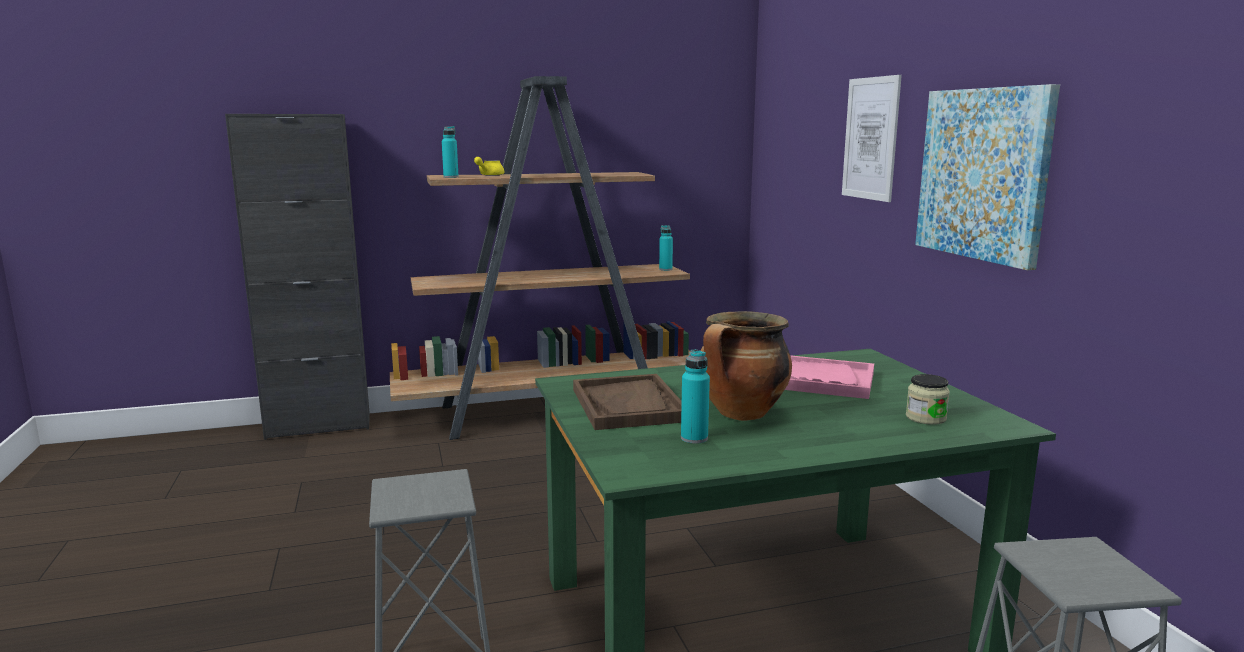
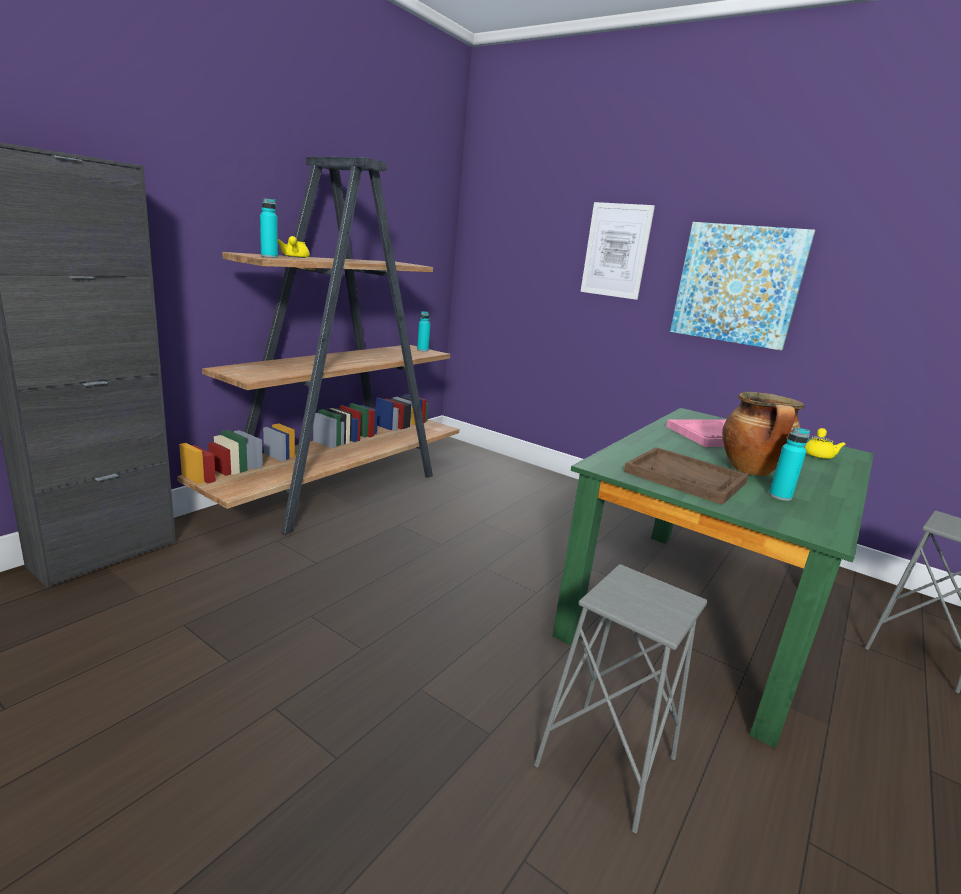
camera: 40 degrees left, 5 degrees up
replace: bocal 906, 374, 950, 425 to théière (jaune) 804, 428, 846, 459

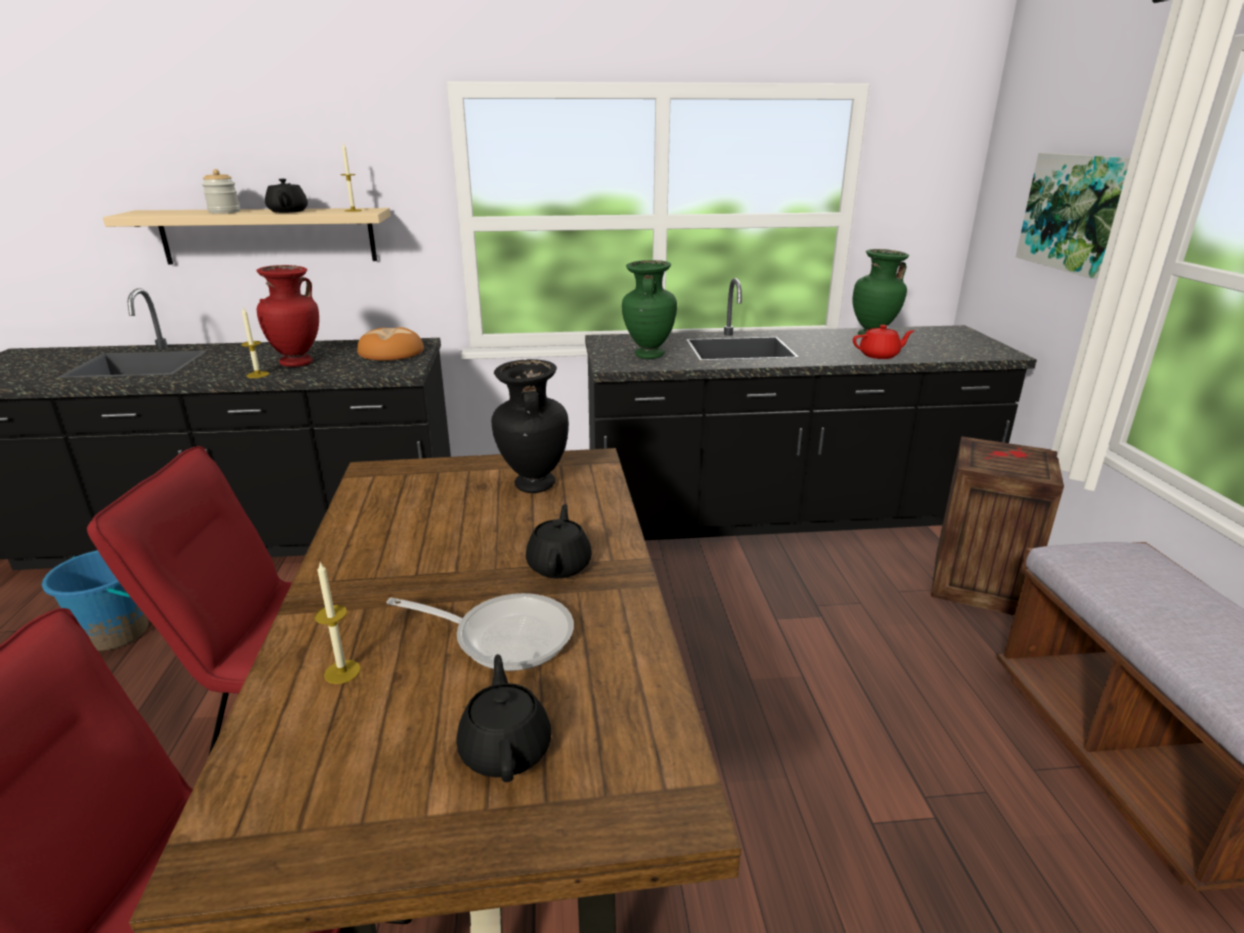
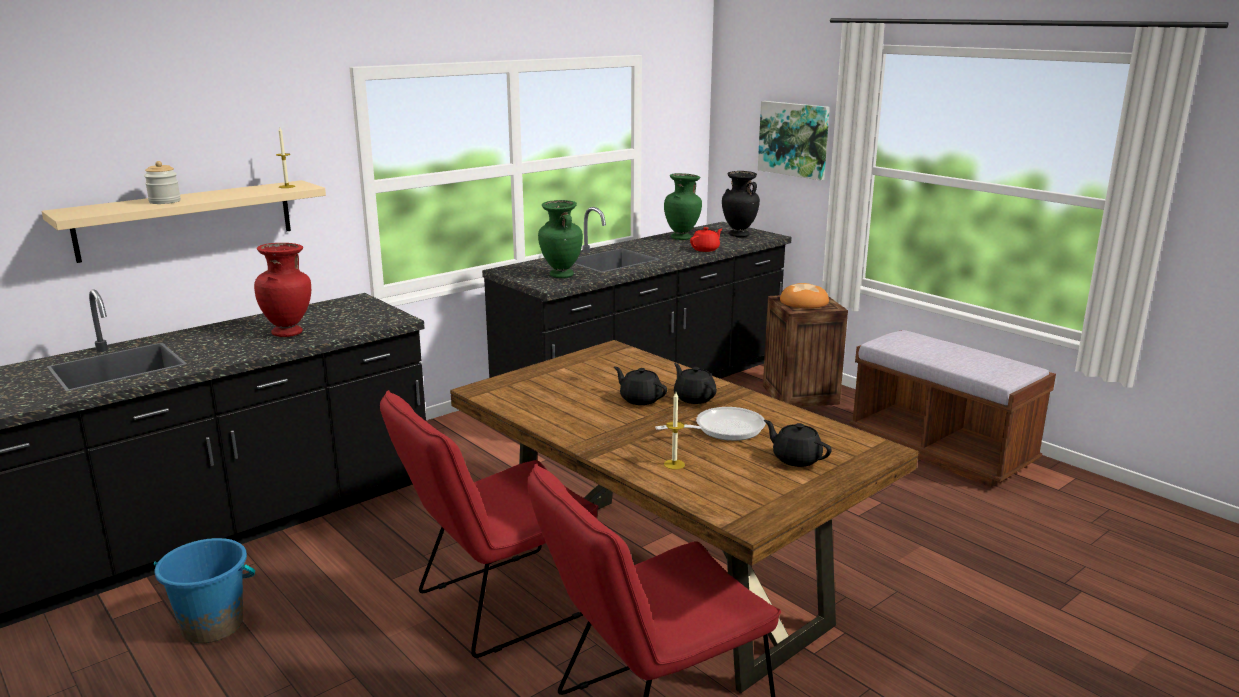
camera: 35 degrees left, 5 degrees down
delete: bougie 241, 308, 270, 378
move: théière (noir) 265, 179, 308, 213 to 614, 367, 667, 405; pain 357, 327, 424, 361 to 780, 283, 829, 308; vase (noir) 492, 359, 569, 493 to 722, 171, 760, 237

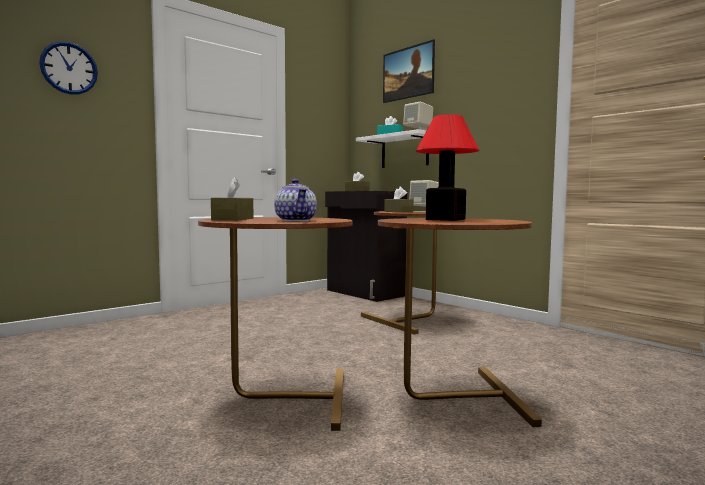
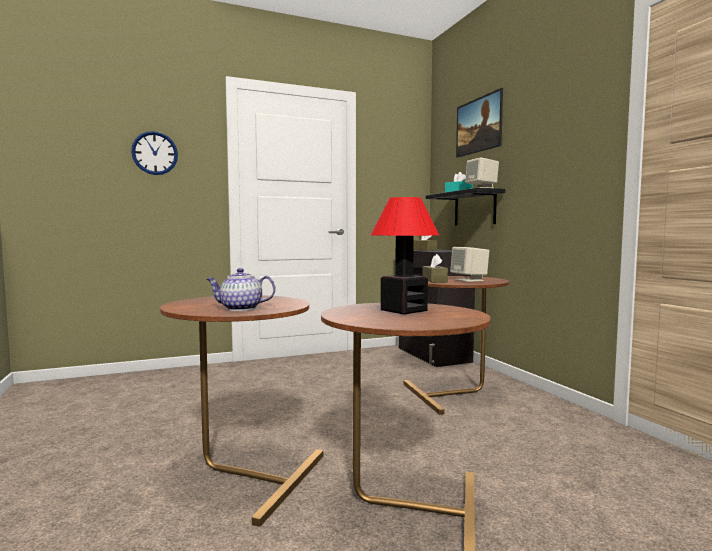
camera: 20 degrees right, 0 degrees up
delete: boîte à mouchoirs (marron) 211, 177, 253, 221
recolor: étagère (blanc) 356, 129, 429, 168 to étagère (noir) 426, 188, 505, 225
rotate: théière 274, 179, 317, 221 = 206, 268, 275, 311 90 degrees clockwise

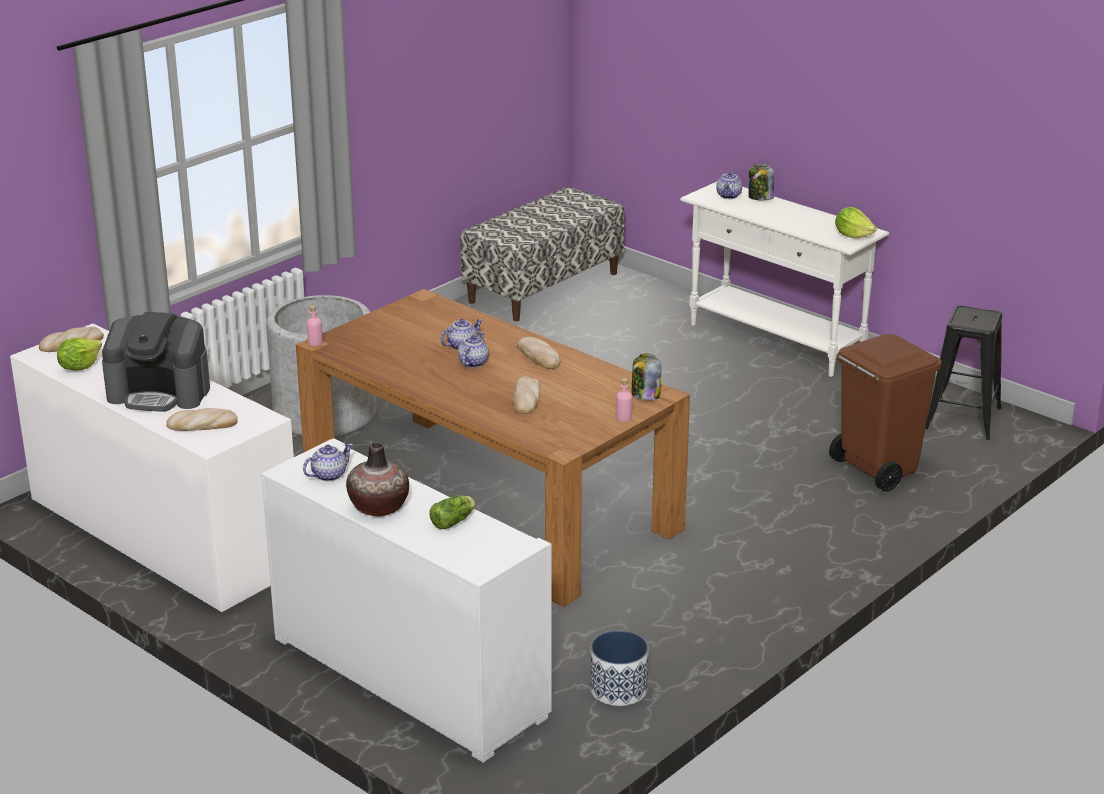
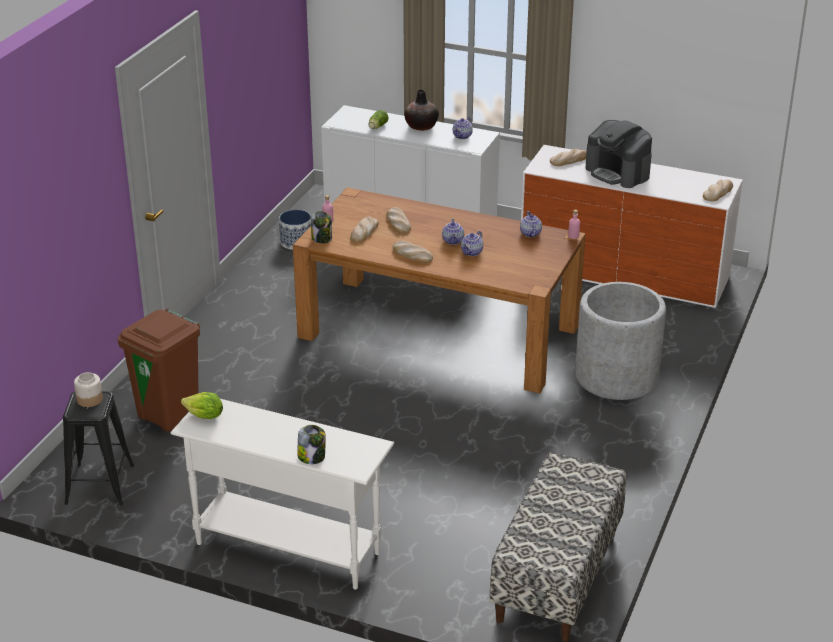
camera: 160 degrees right, 5 degrees up
delete: laitue 57, 337, 102, 371
insert: bocal 74, 372, 103, 407; pain 350, 216, 379, 242
move: théière 716, 171, 742, 199 to 520, 211, 542, 237
rotate: machine à café 102, 312, 210, 412 = 585, 120, 652, 188 120 degrees counterclockwise

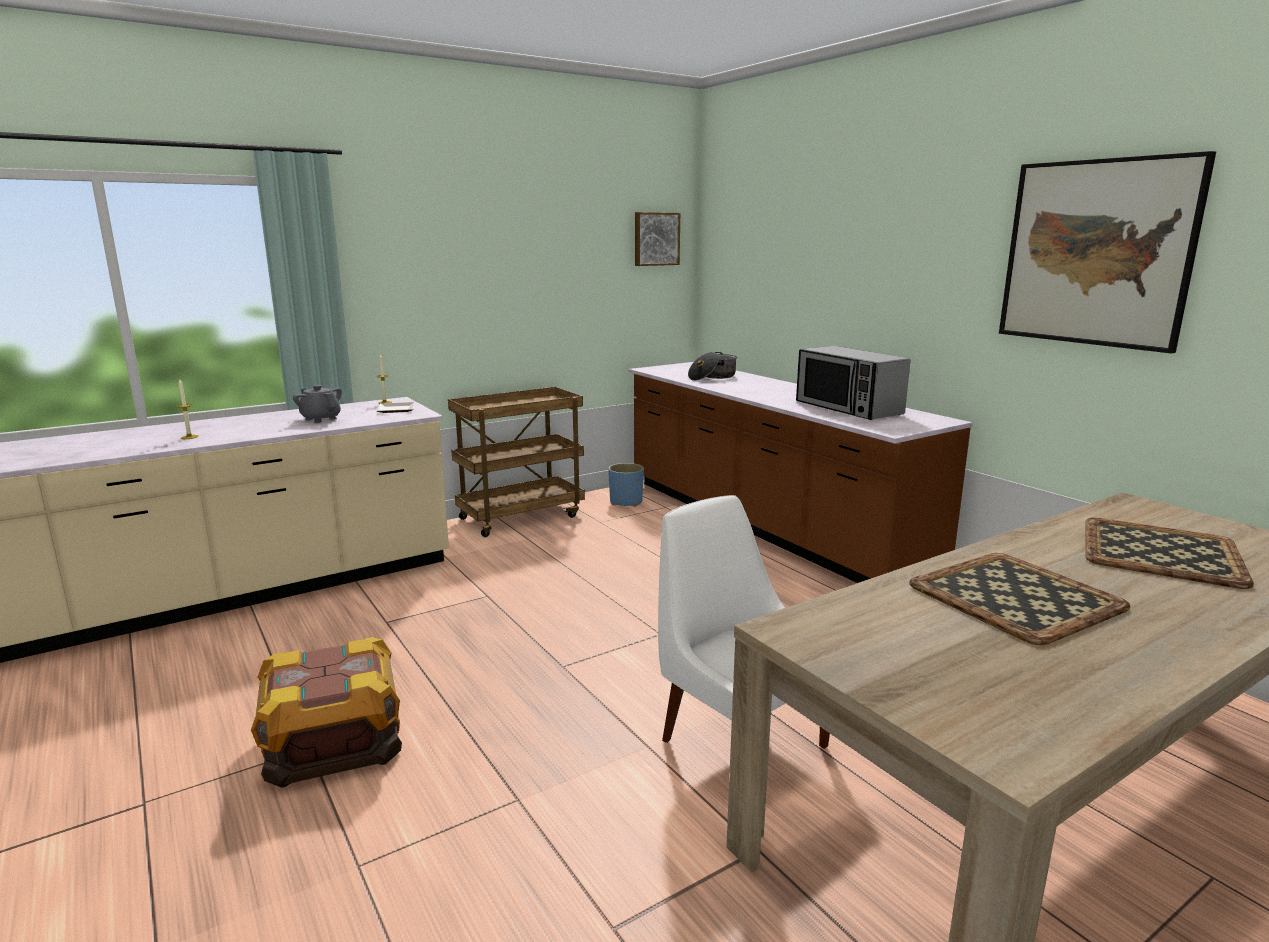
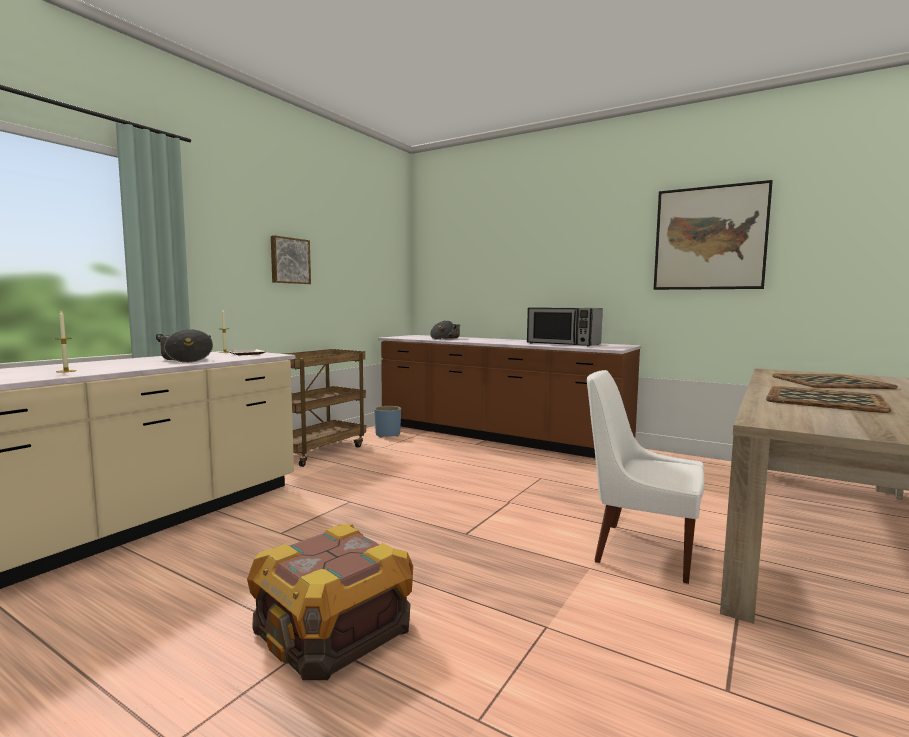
camera: 25 degrees left, 10 degrees down
move: tableau 635, 212, 680, 266 to 271, 235, 311, 284
replace: théière (gris) 293, 385, 342, 423 to marmite 156, 329, 213, 363

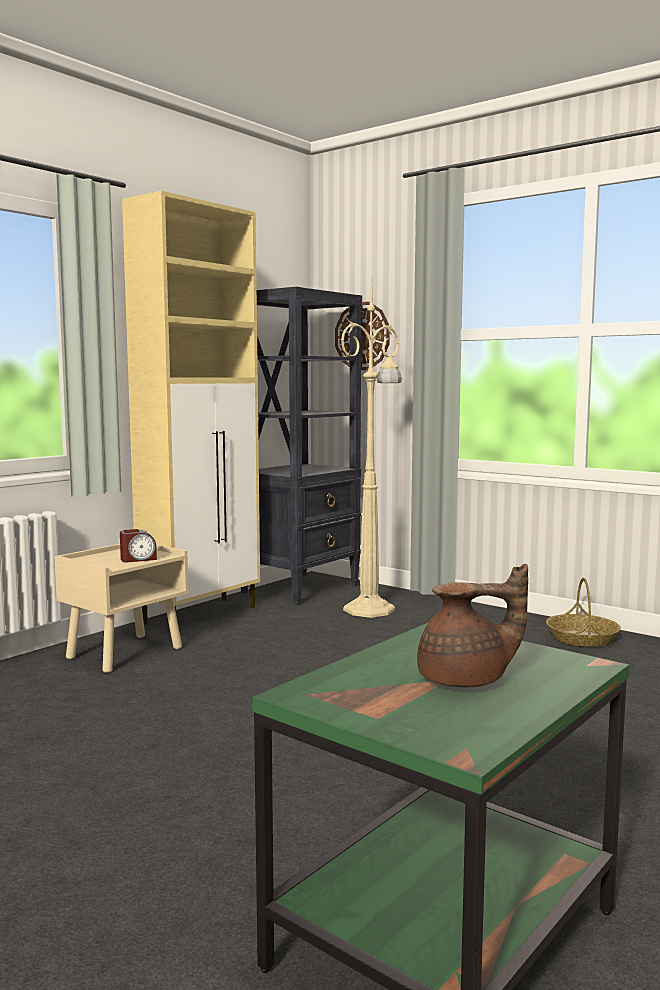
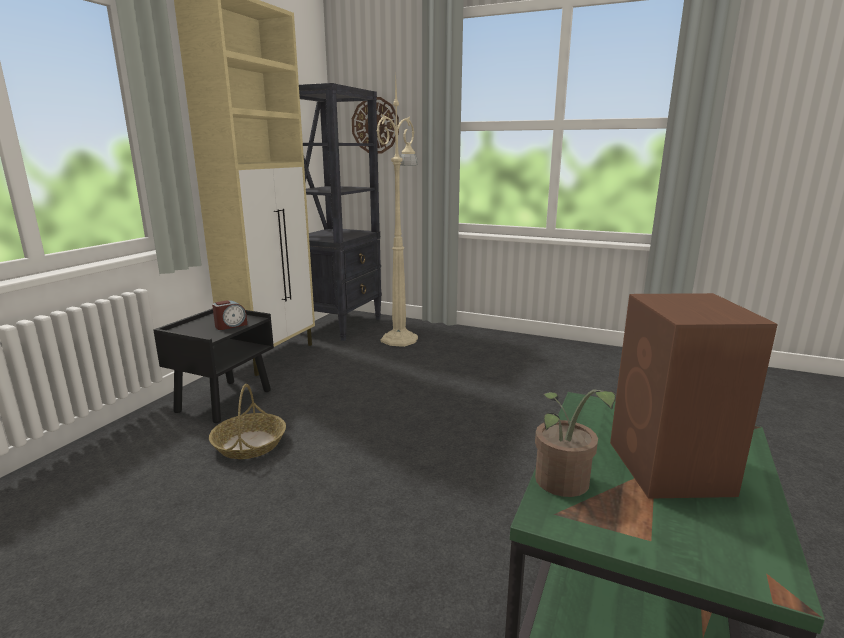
camera: 15 degrees left, 10 degrees up
insert: plante en pot 535, 389, 616, 497
move: panier 546, 578, 621, 647 to 209, 384, 286, 459
replace: théière (marron) 417, 564, 528, 687 to enceinte (marron) 610, 293, 778, 499
recolor: table de chevet (beige) 54, 544, 189, 673 to table de chevet (noir) 153, 308, 274, 423

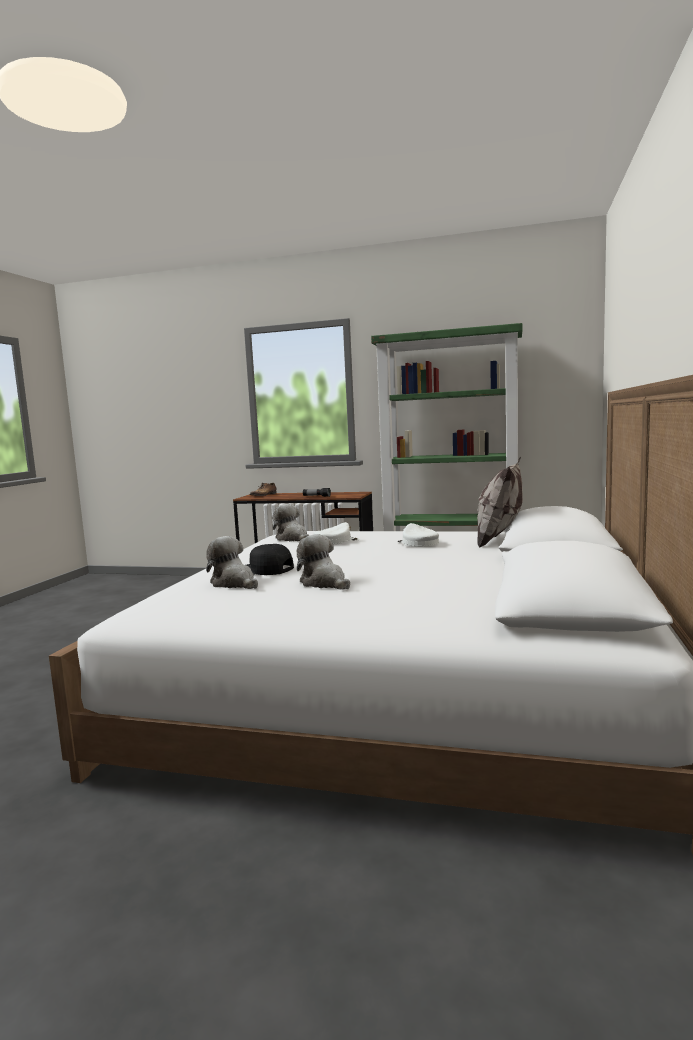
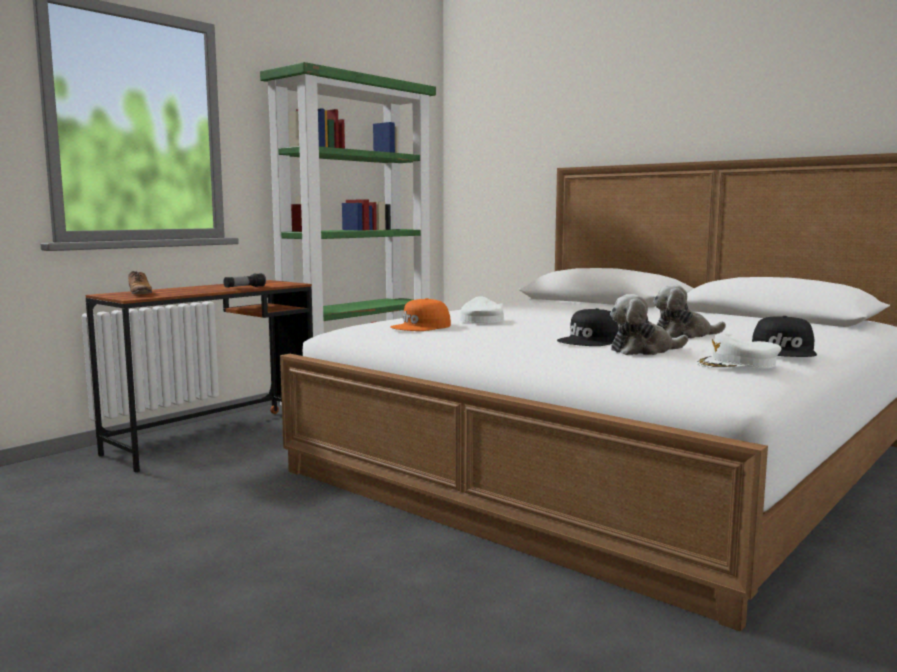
camera: 65 degrees left, 0 degrees up
delete: coussin 477, 457, 523, 548
insert: casquette (noir) 752, 316, 817, 357
move: casquette (blanc) 397, 523, 439, 547 to 696, 333, 782, 369
replace: peluche 273, 504, 309, 541 to casquette (orange) 390, 298, 451, 331

